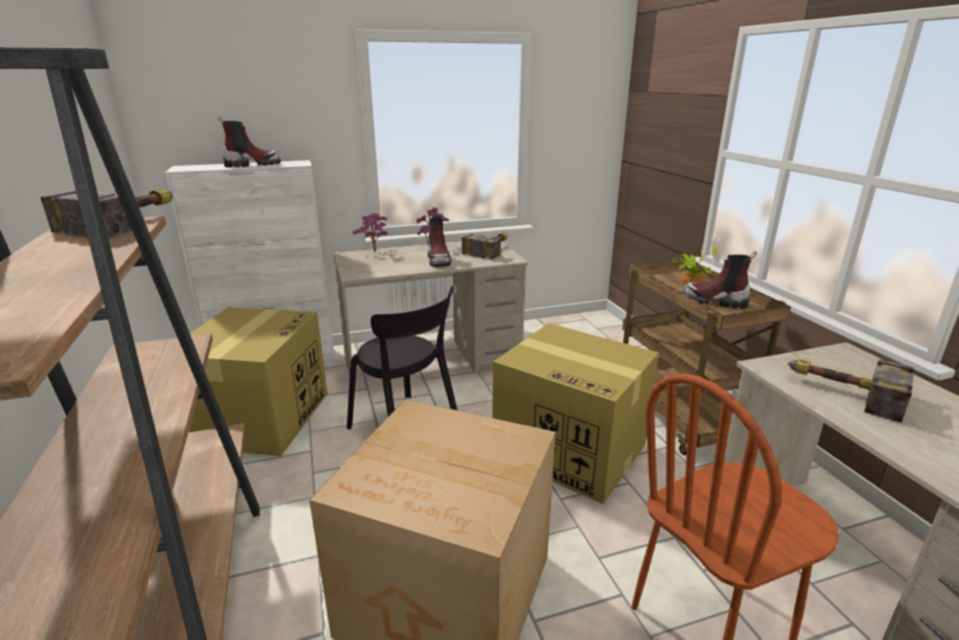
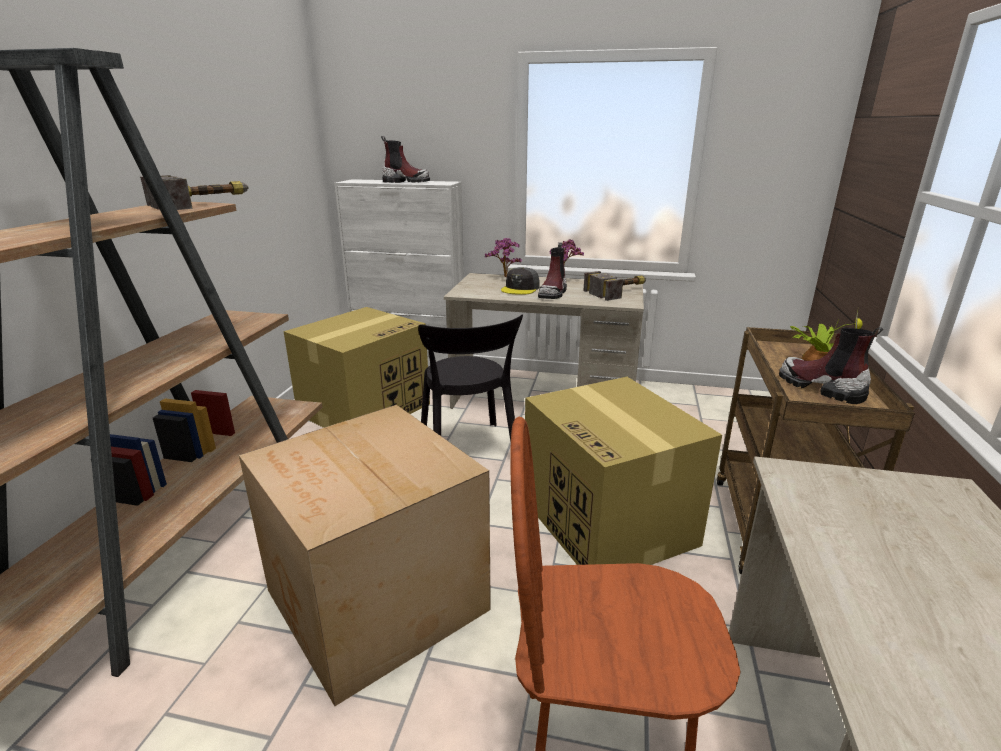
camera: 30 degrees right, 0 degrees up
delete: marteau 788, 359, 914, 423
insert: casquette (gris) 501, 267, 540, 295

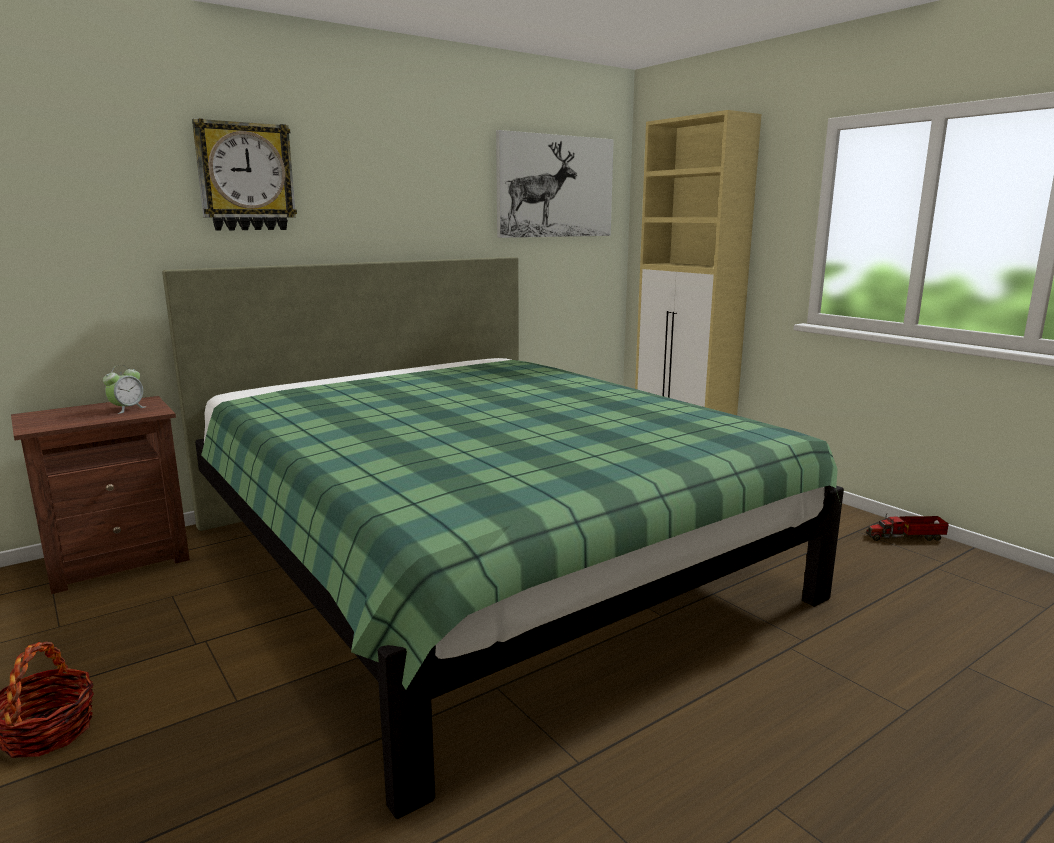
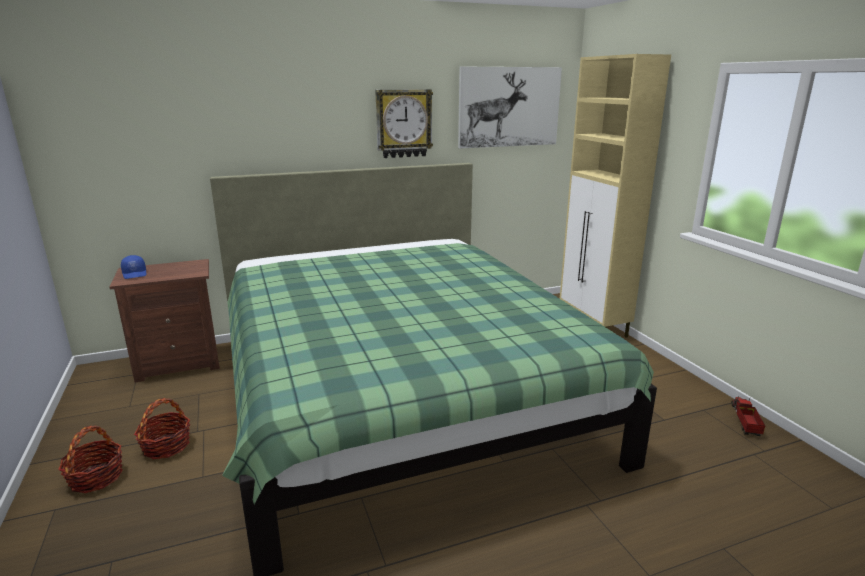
camera: 15 degrees right, 5 degrees up
delete: réveil 103, 365, 145, 414
insert: casquette (bleu) 121, 255, 146, 279; panier 134, 398, 190, 459
move: horloge murale 192, 118, 297, 231 to 375, 89, 433, 158
rotate: camion jouet 866, 514, 949, 541 = 731, 396, 765, 436 90 degrees clockwise

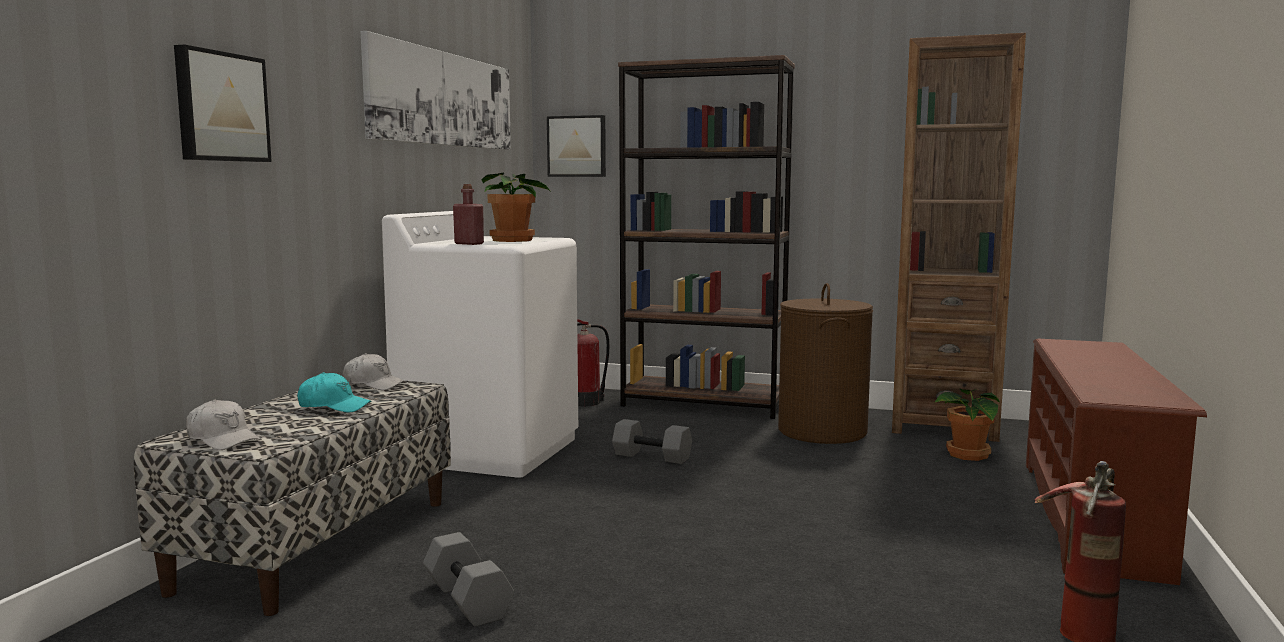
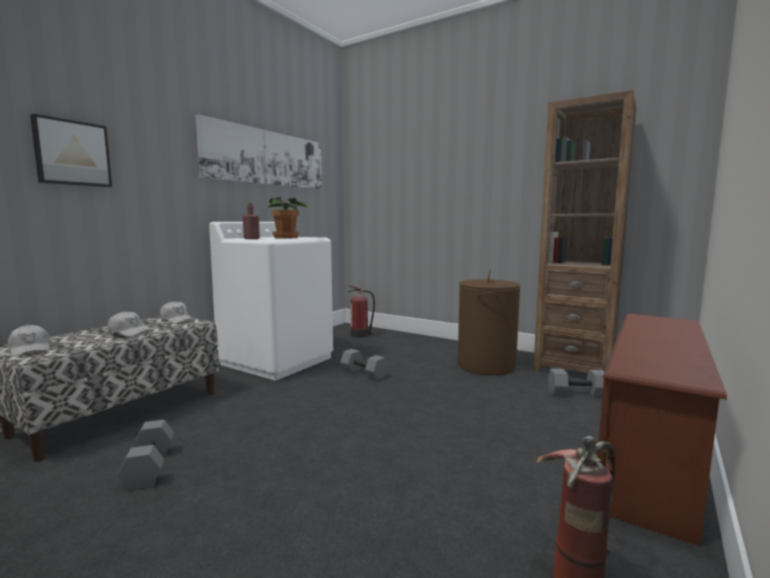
camera: 15 degrees right, 0 degrees up
delete: tableau 547, 115, 606, 177; bibliothèque (marron) 618, 55, 795, 419
replace: plante en pot 934, 388, 1000, 461 to haltère (gris) 548, 369, 604, 397
recolor: casquette (turquoise) 297, 372, 372, 413 to casquette (blanc) 107, 311, 151, 337

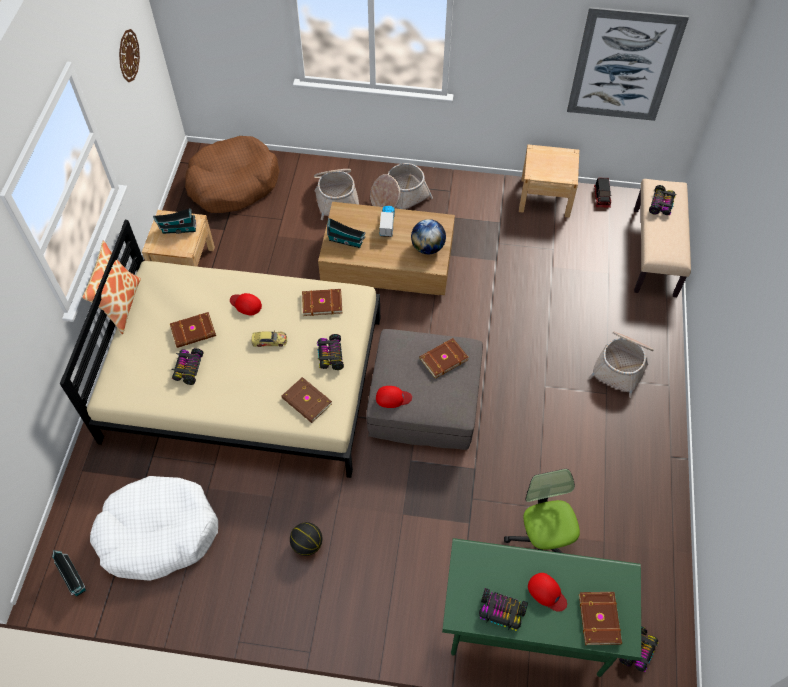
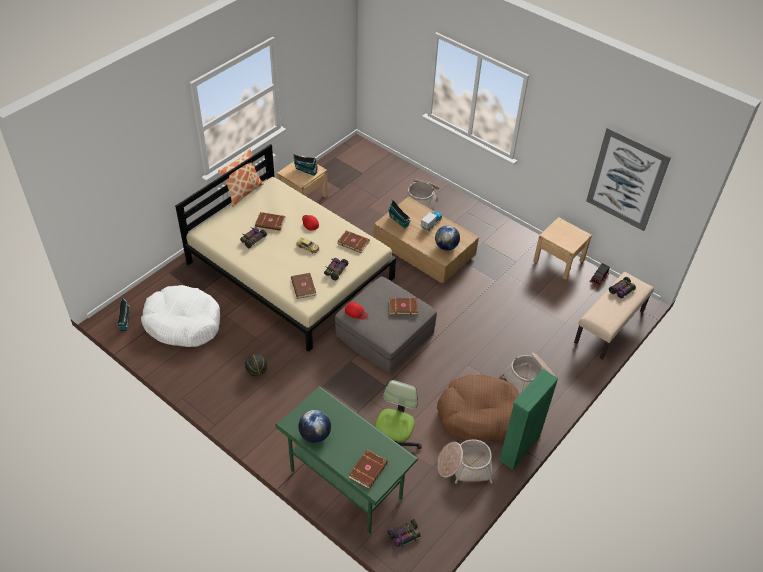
camera: 30 degrees right, 10 degrees down
delete: horloge murale 119, 29, 140, 82; casquette (rouge) 528, 573, 567, 612
insert: bibliothèque (vert) 498, 369, 558, 470
move: panier pour chien (marron) 185, 136, 280, 213 to 437, 374, 519, 442; panier 370, 163, 433, 209 to 437, 439, 493, 484
replace: petite voiture 479, 588, 528, 631 to globe 298, 410, 331, 443

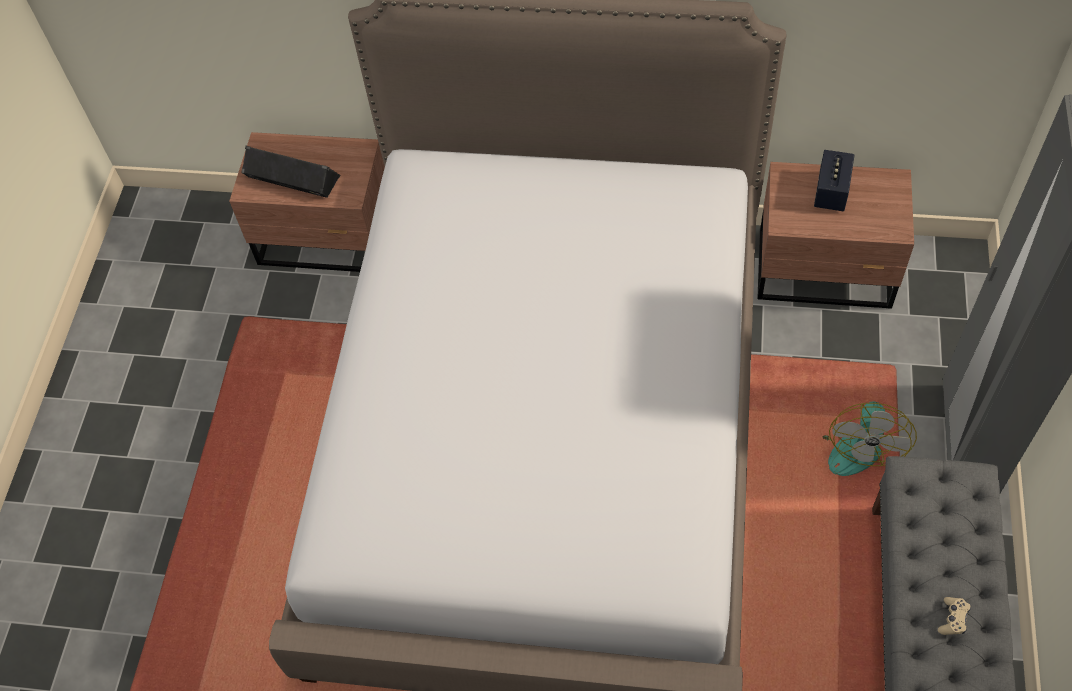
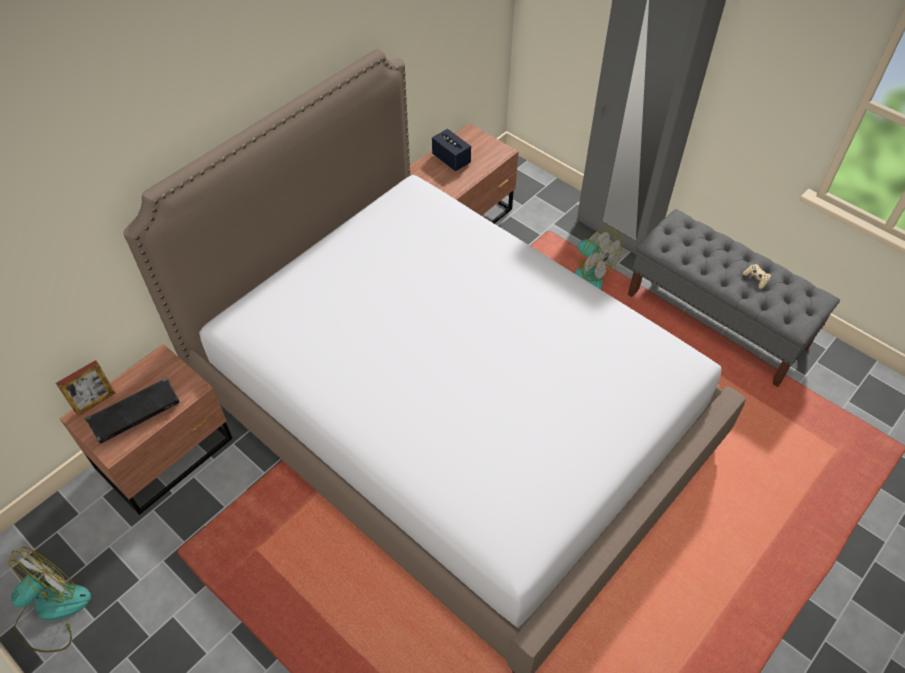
camera: 60 degrees left, 5 degrees down
insert: ventilateur 9, 547, 91, 653; cadre photo 56, 360, 116, 416

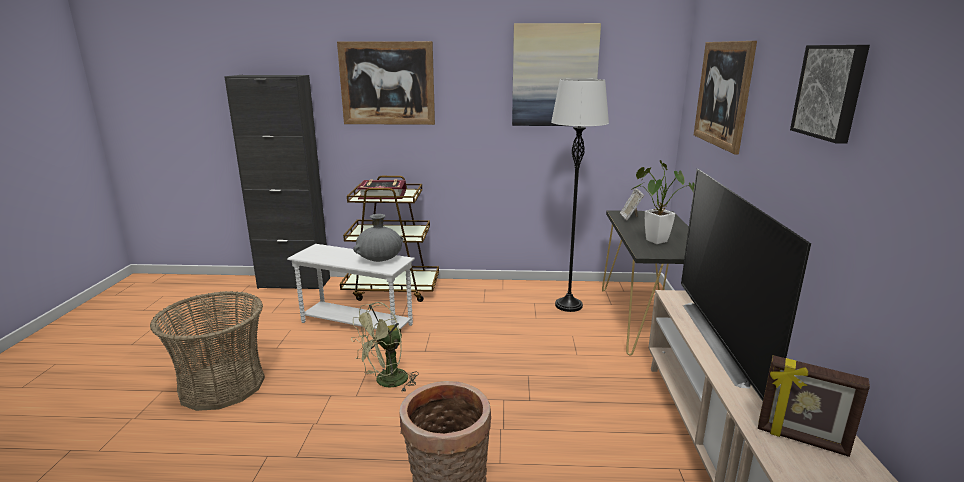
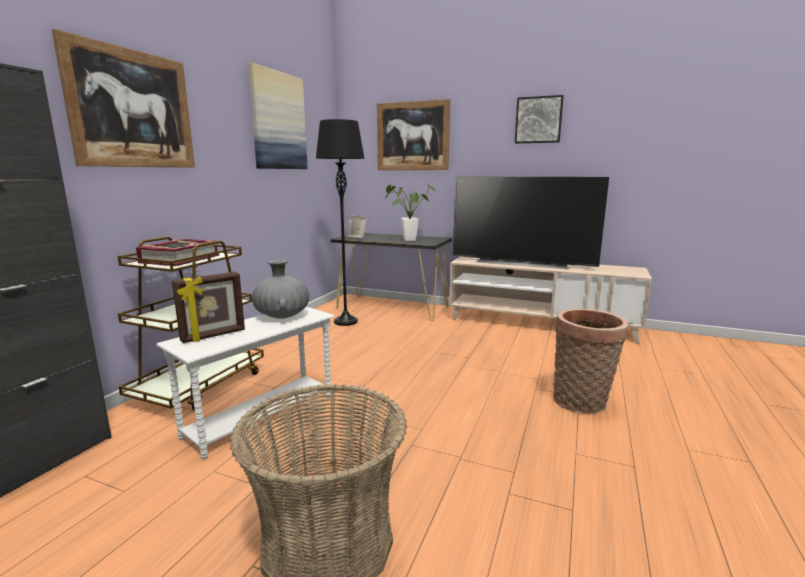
camera: 70 degrees left, 5 degrees down
delete: ventilateur (vert) 351, 302, 419, 393
move: cadre photo 758, 355, 870, 457 to 172, 272, 245, 343
recolor: lampadaire (blanc) 551, 79, 609, 312 to lampadaire (noir) 316, 119, 364, 326

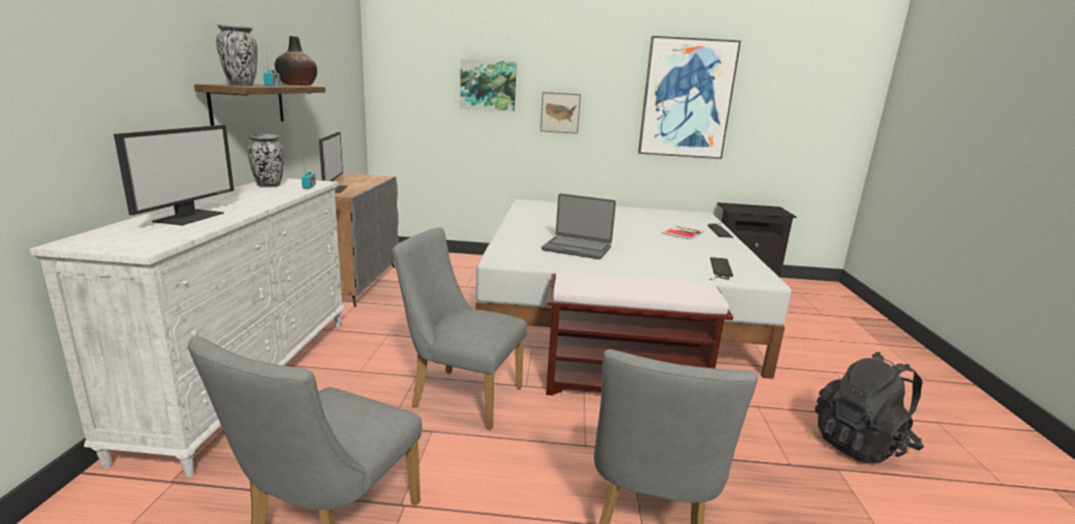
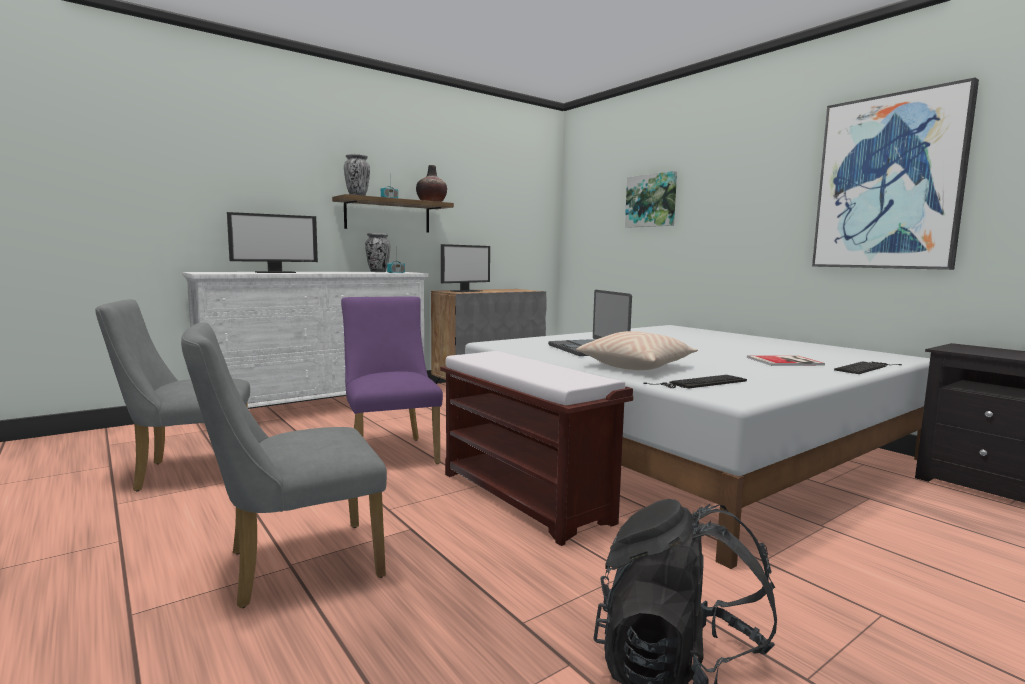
camera: 50 degrees right, 10 degrees down
delete: tableau 540, 92, 581, 134
insert: coussin (beige) 576, 331, 698, 370
recolor: chaise (gris) 392, 227, 527, 430 to chaise (violet) 341, 296, 443, 464

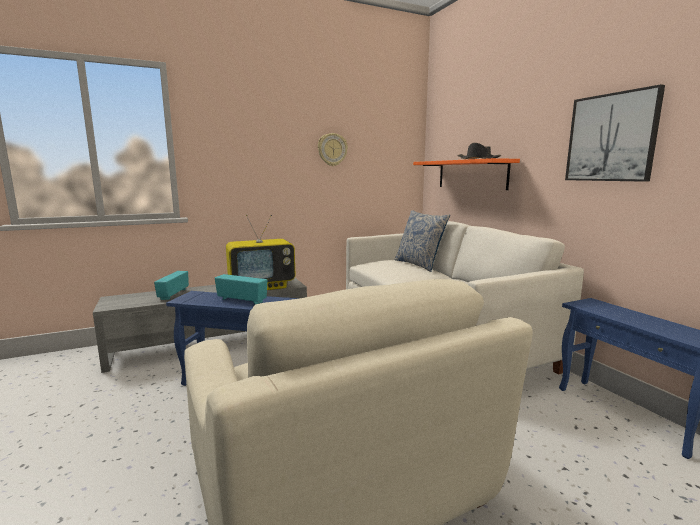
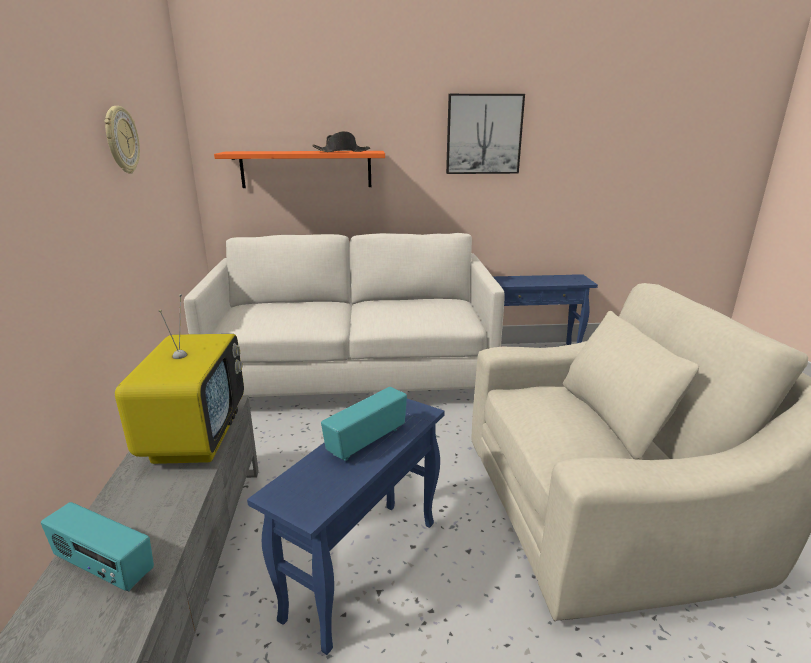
camera: 70 degrees left, 10 degrees up
delete: coussin 394, 210, 450, 272

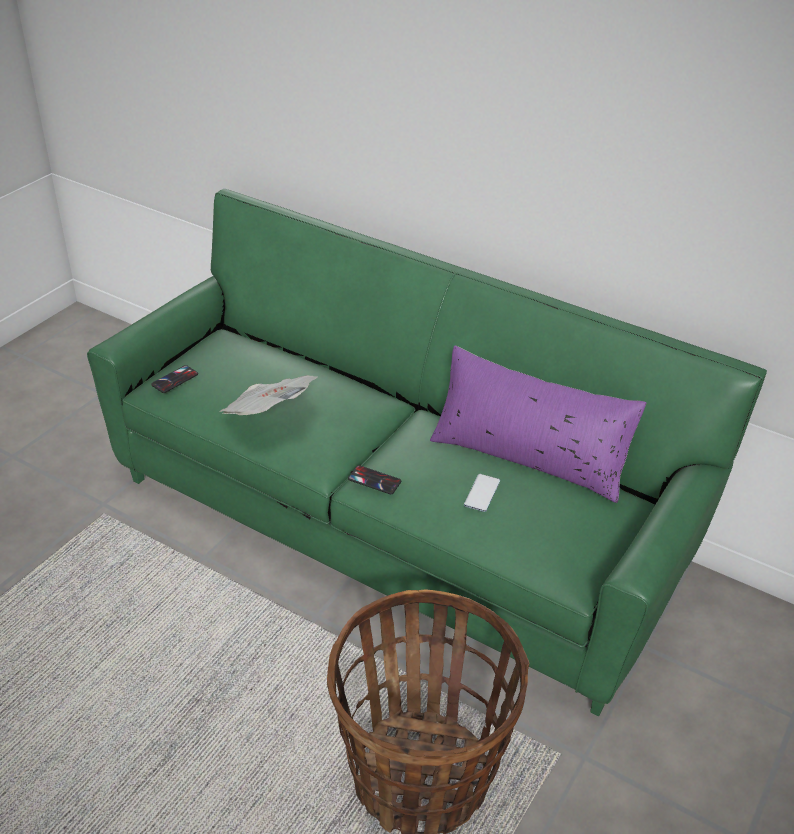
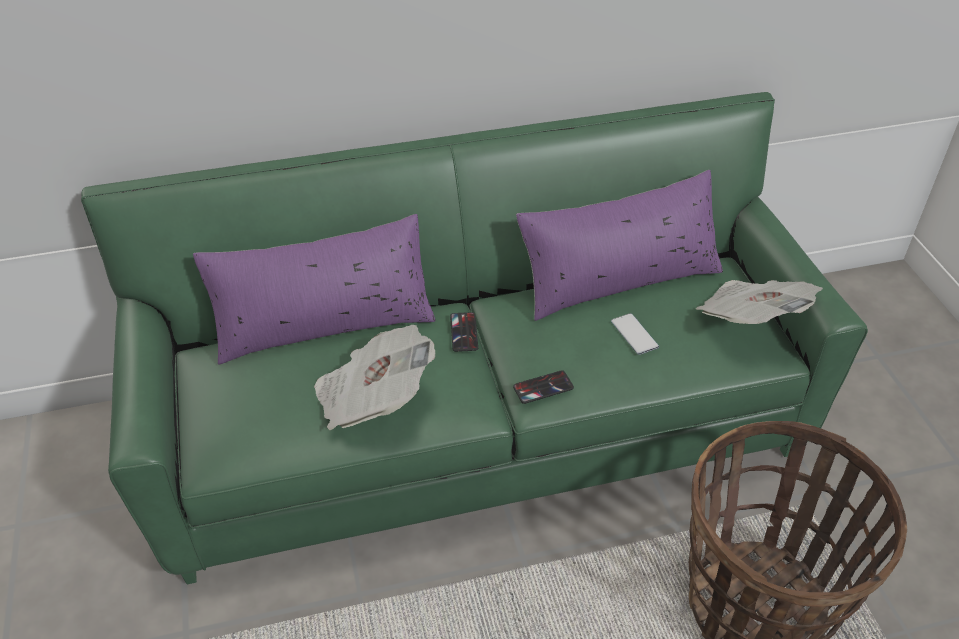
camera: 45 degrees left, 5 degrees up
insert: coussin (violet) 193, 214, 435, 365; journal 696, 280, 823, 324
move: téléphone 151, 365, 198, 393 to 450, 312, 478, 352

